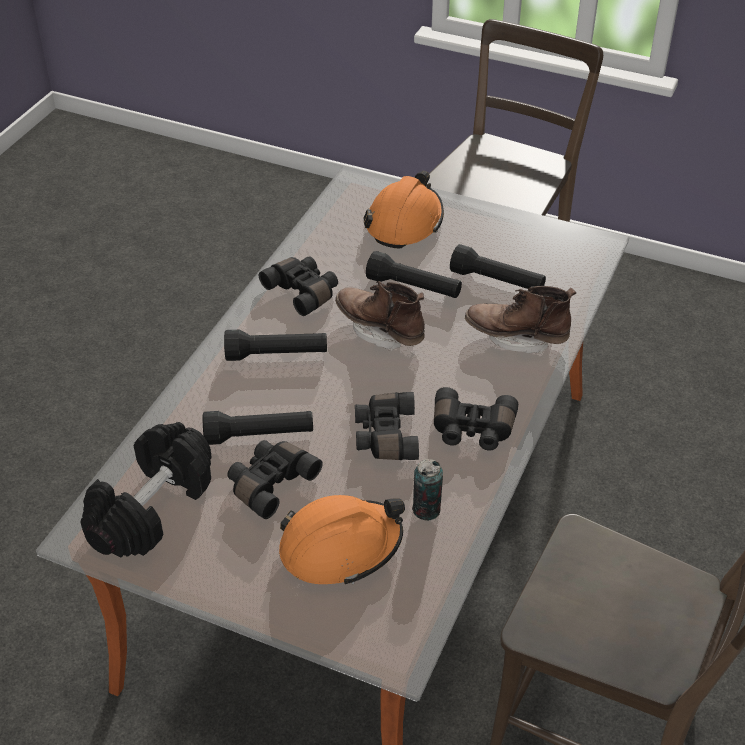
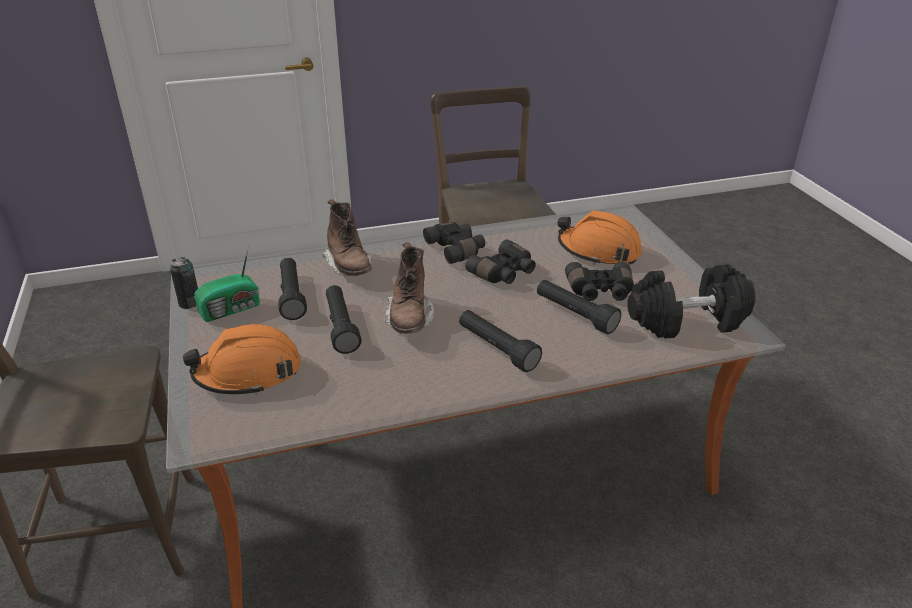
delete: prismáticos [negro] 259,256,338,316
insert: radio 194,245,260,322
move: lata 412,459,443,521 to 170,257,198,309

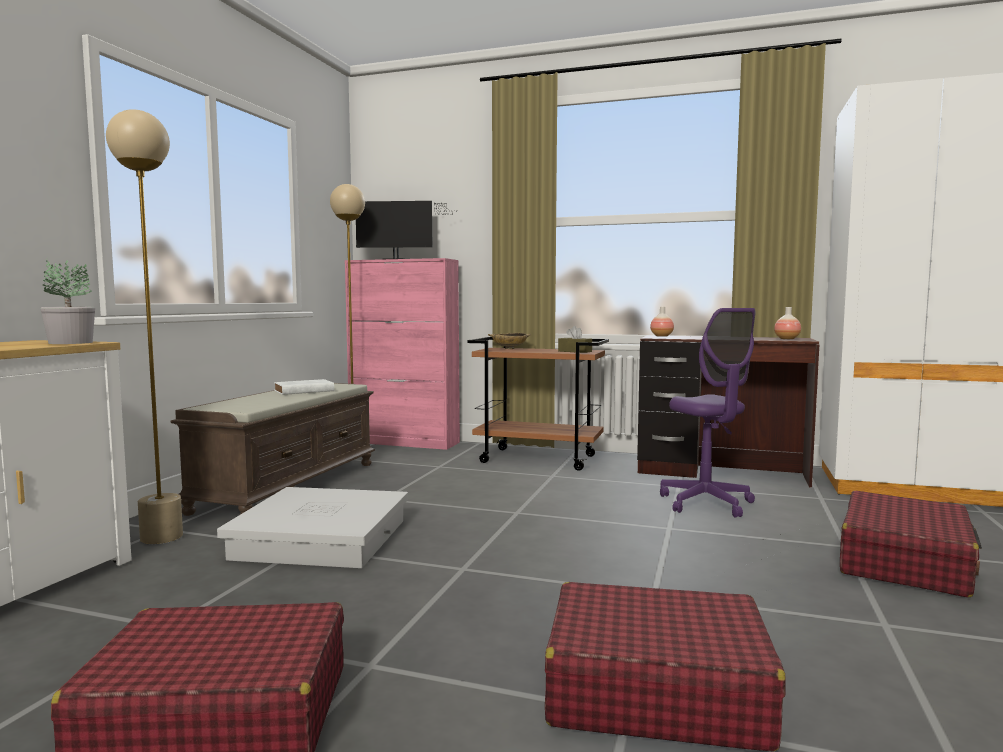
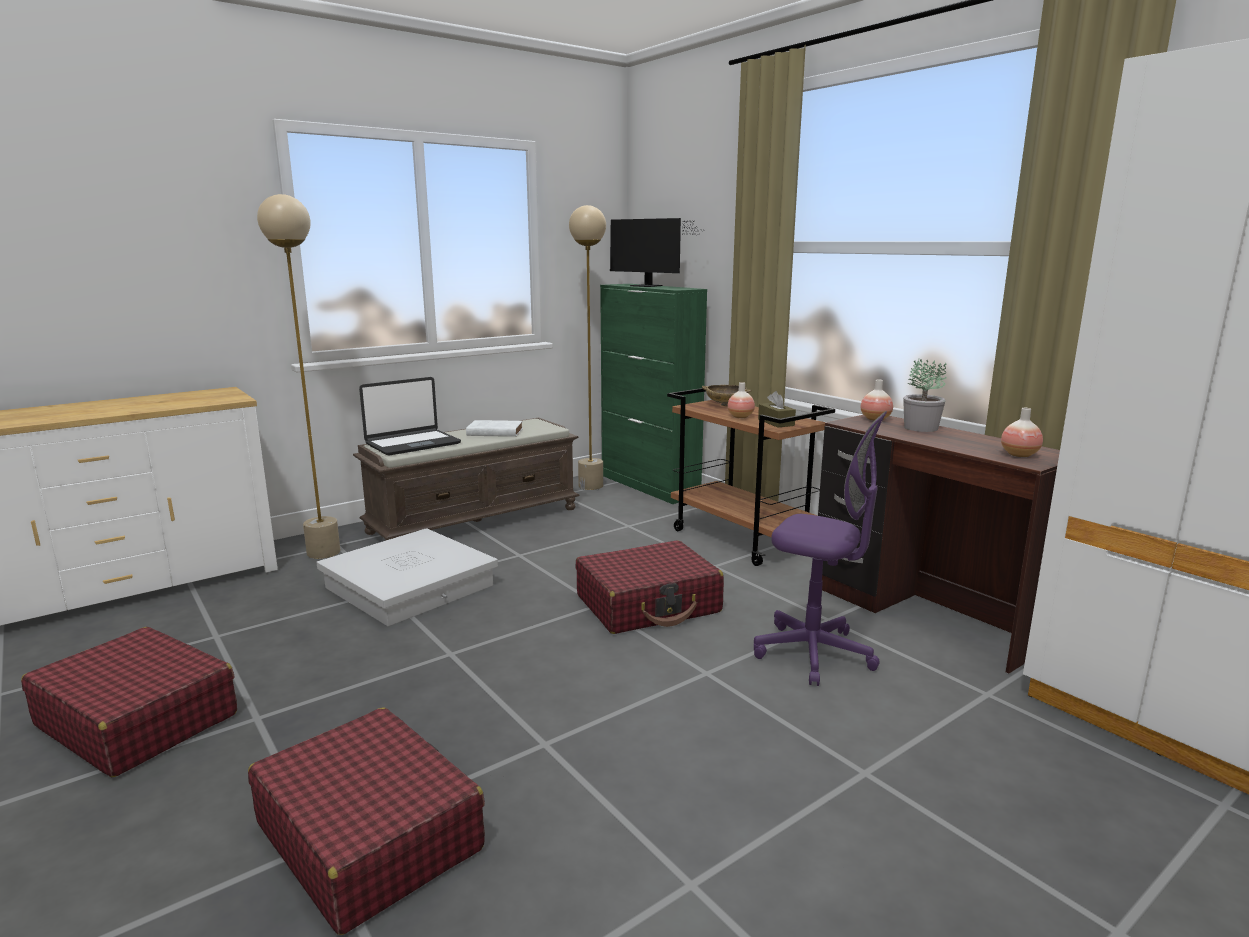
insert: portátil 359,377,461,456; florero 727,382,755,418
move: planta en maceta 40,258,95,344 to 903,358,947,432; maleta [rojo] 840,491,982,597 to 576,540,724,634
recolor: armario [rosa] 345,258,460,450 to armario [verde] 600,284,707,504
rotate: silla de oficina [morado] 660,308,756,518 = 754,411,887,686 75 degrees counterclockwise

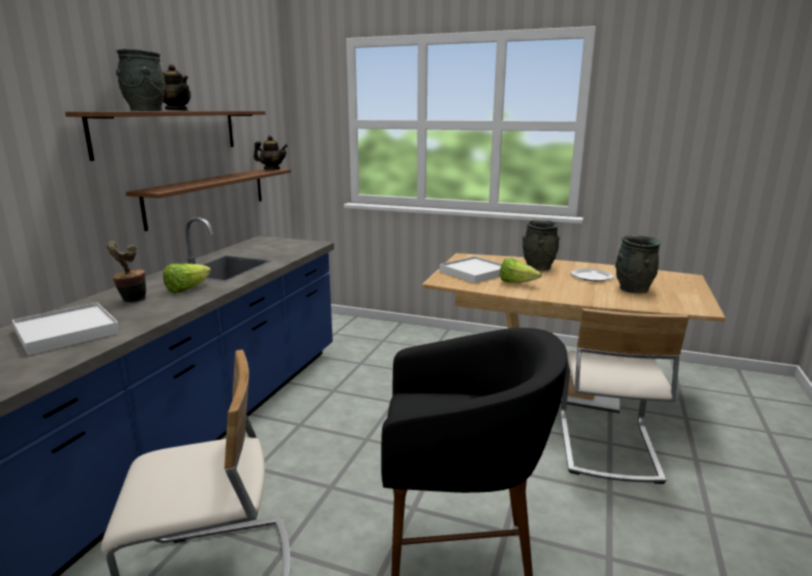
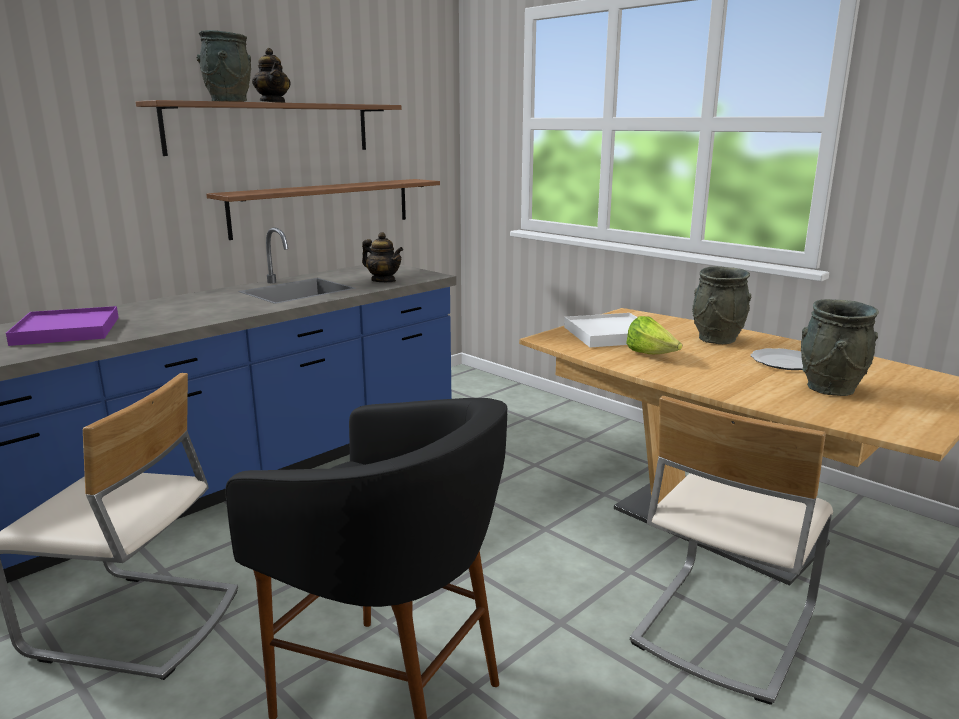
delete: planta en maceta 106,241,146,302; lechuga 163,264,211,293
move: tetera 254,135,288,170 to 362,232,403,282
recolor: bandeja [blanco] 12,302,120,356 to bandeja [morado] 6,306,119,346

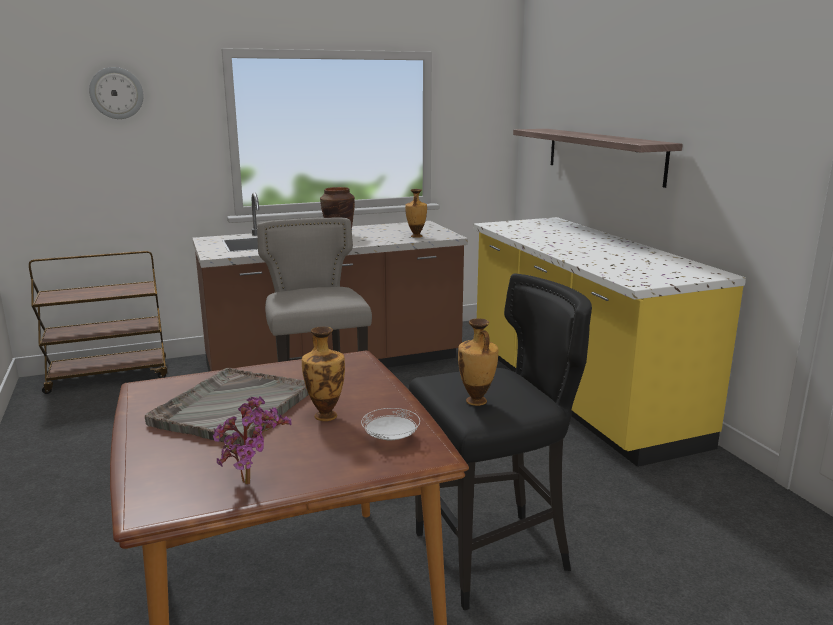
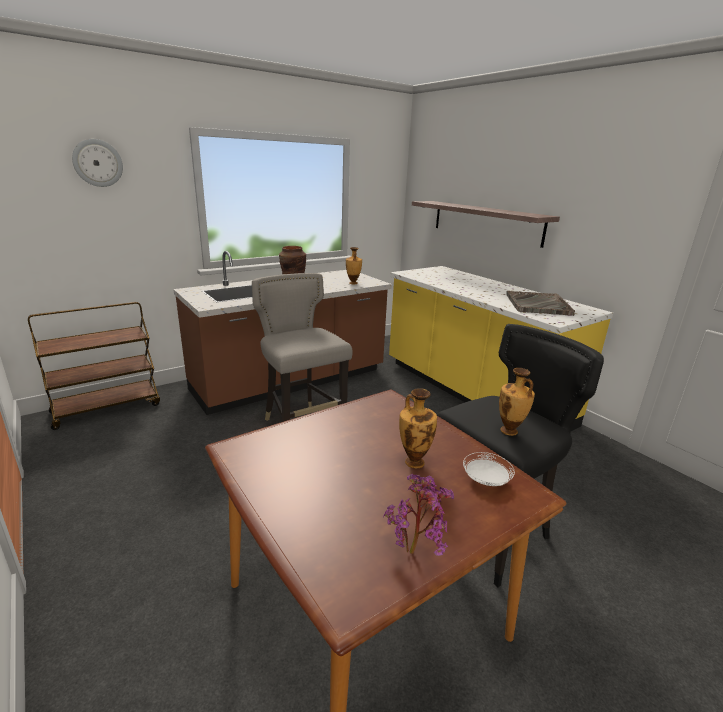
move: bandeja [gris] 145,368,309,446 to 506,291,575,316

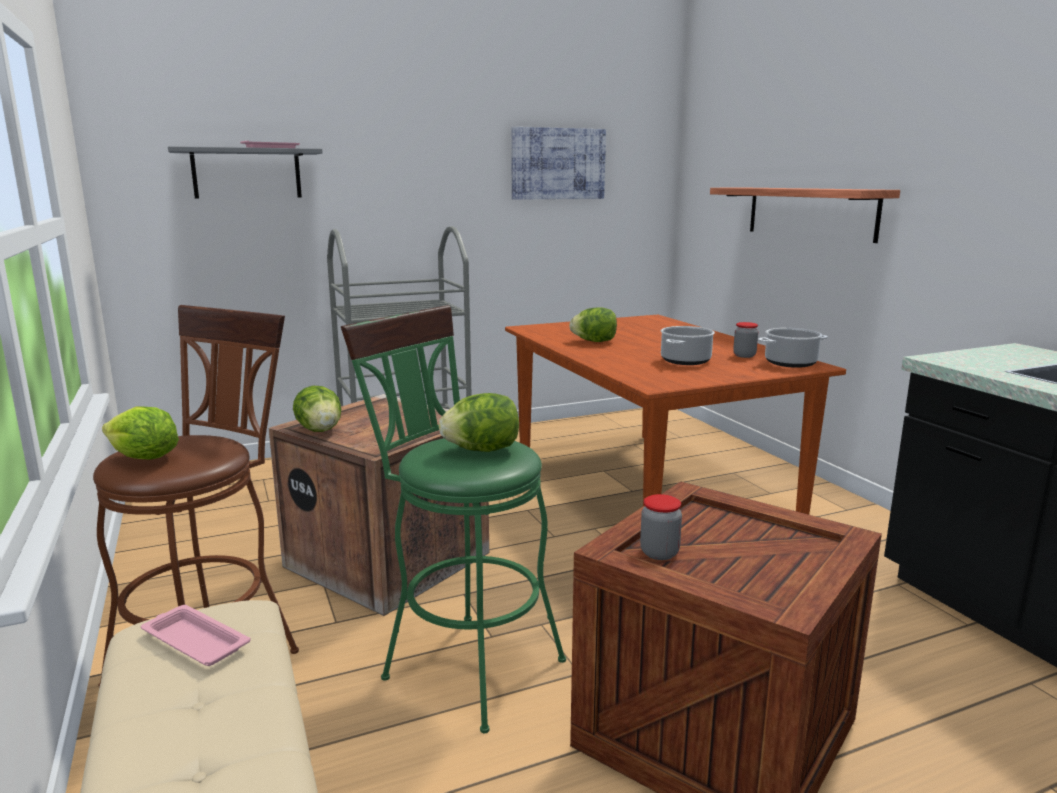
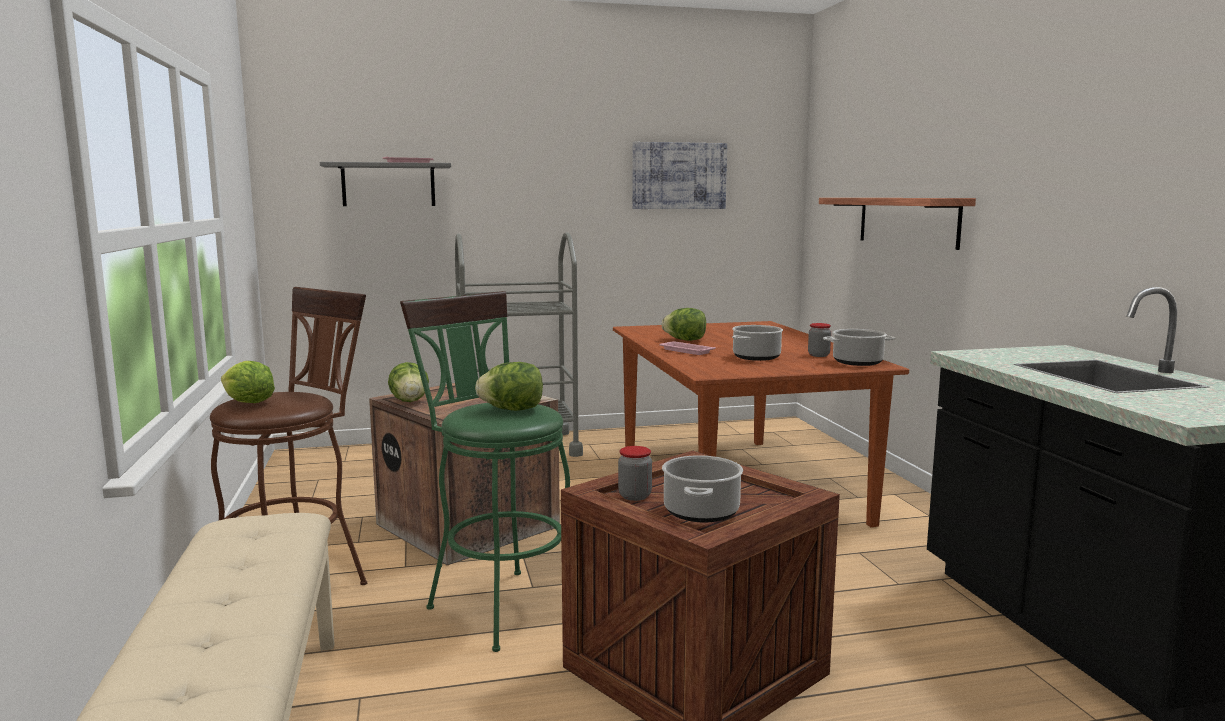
insert: olla 662,455,743,523
move: bandeja [rosa] 141,605,251,666 to 659,341,716,355

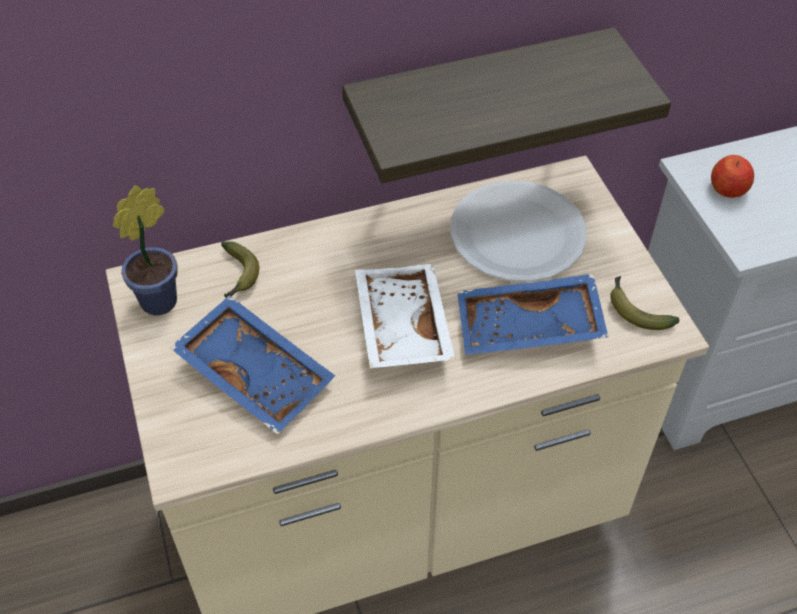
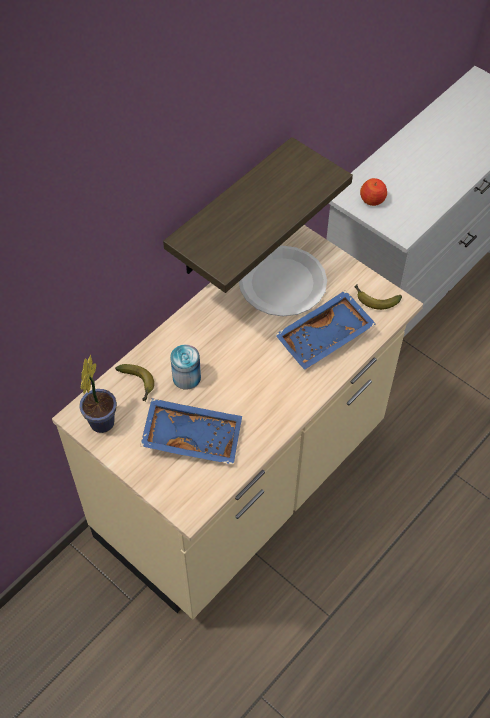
delete: bandeja [blanco] 355,264,456,368
insert: lata 170,344,201,390

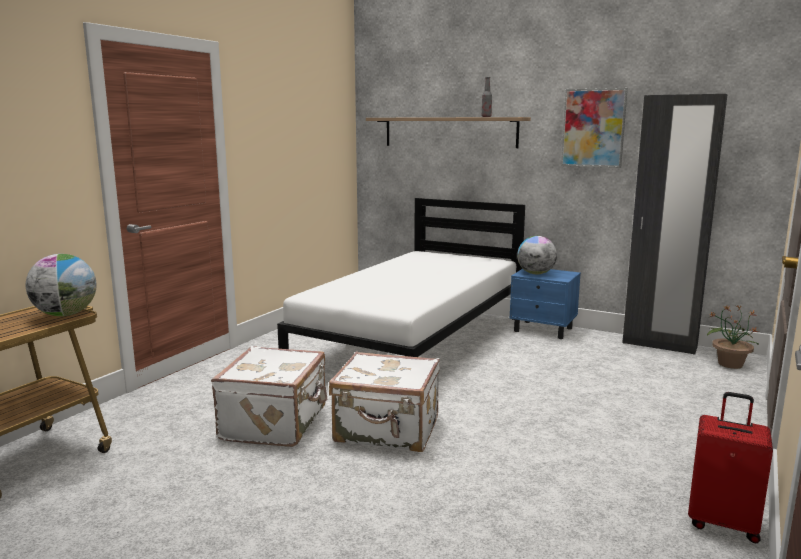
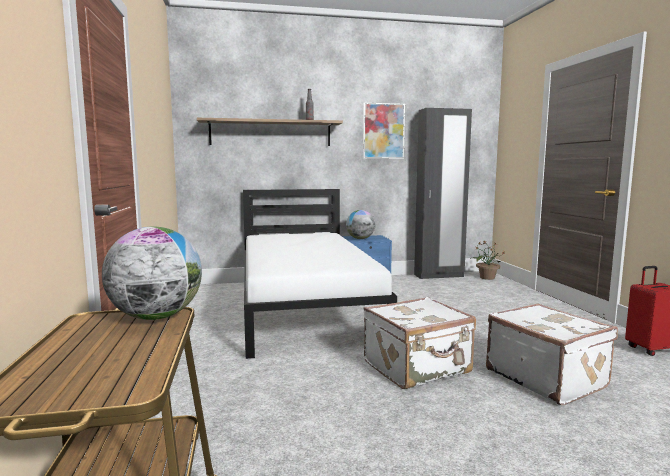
move: maleta [blanco] 211,346,327,447 to 486,303,618,405

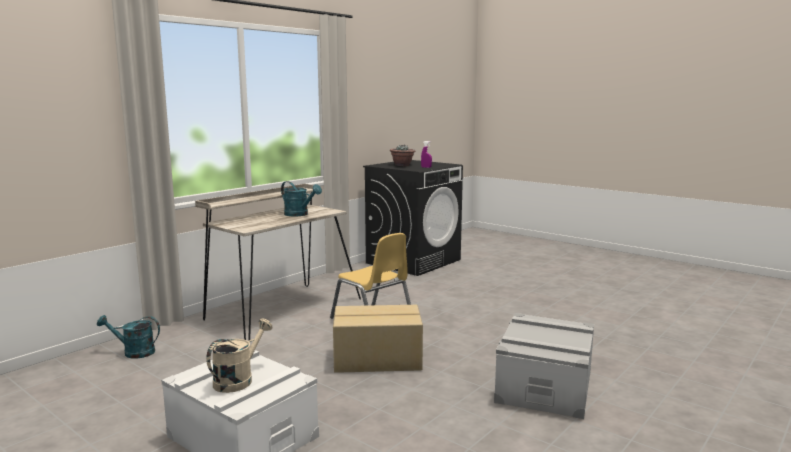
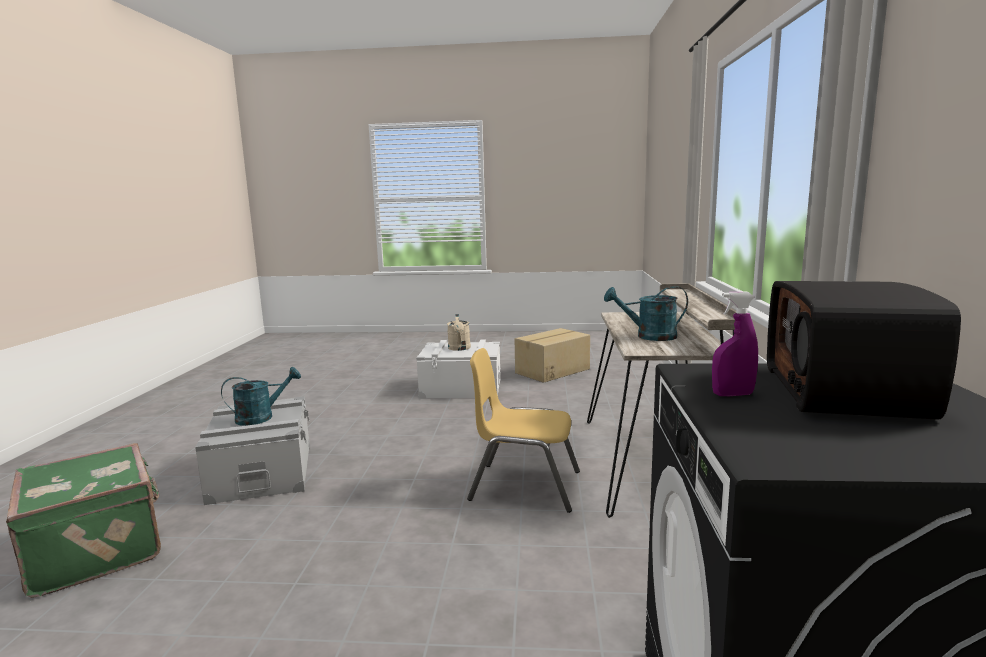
insert: maleta [verde] 6,443,161,598
move: caja de cartón 333,305,423,373 to 515,328,590,383; regadera [turquesa] 97,315,160,359 to 221,367,301,426
replace: planta en maceta 390,145,415,166 to radio 767,281,961,420

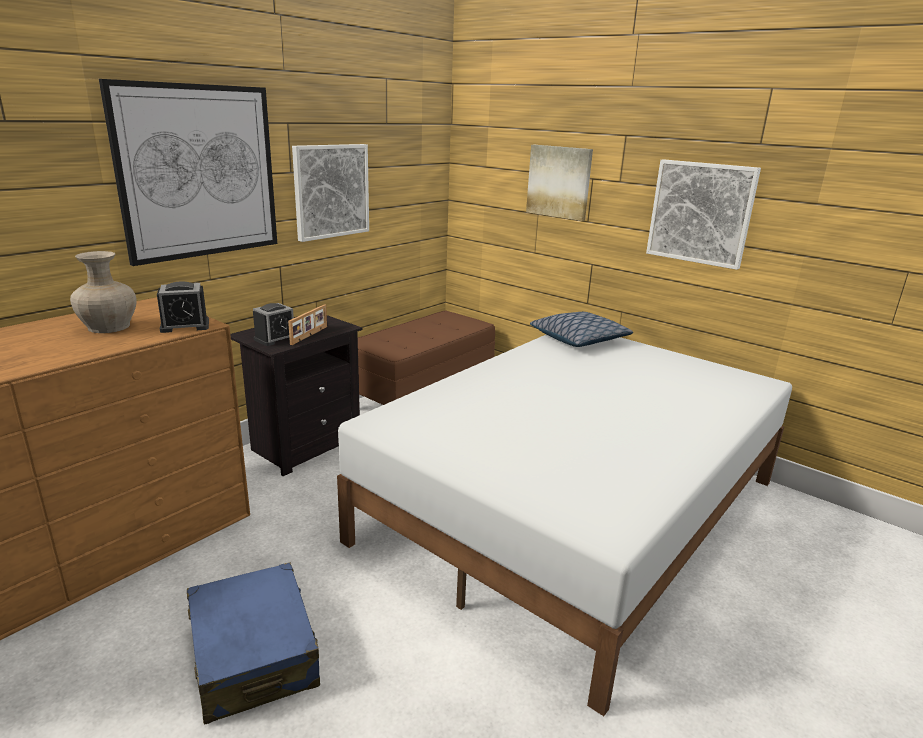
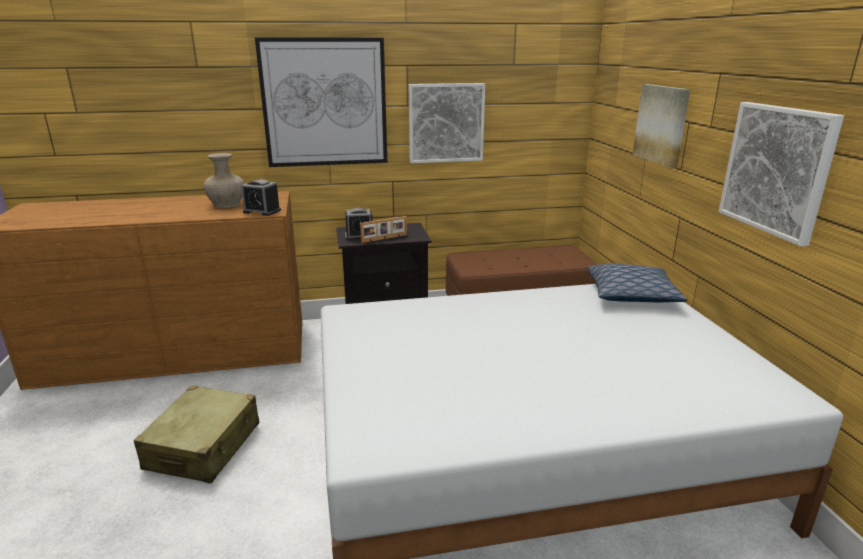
recolor: maleta [azul] 187,562,320,725 to maleta [beis] 134,385,259,483

